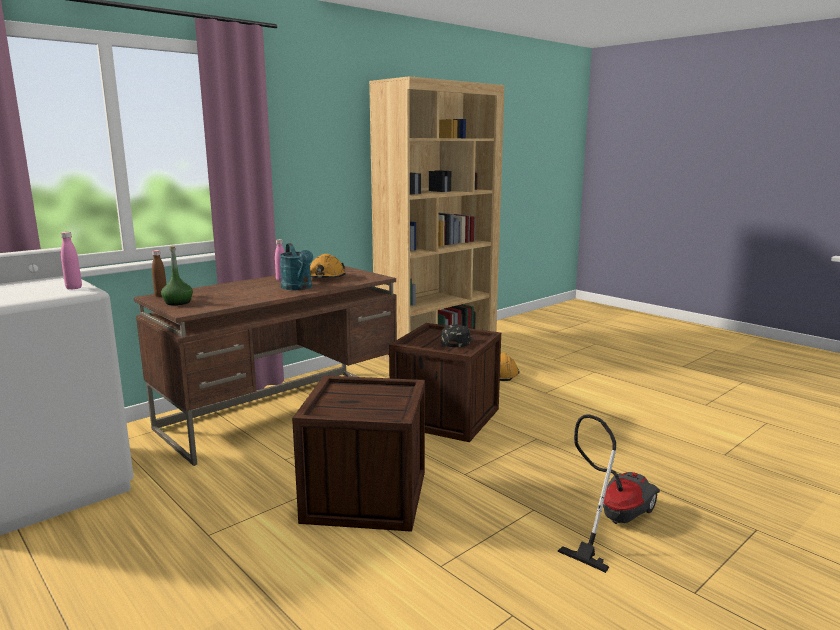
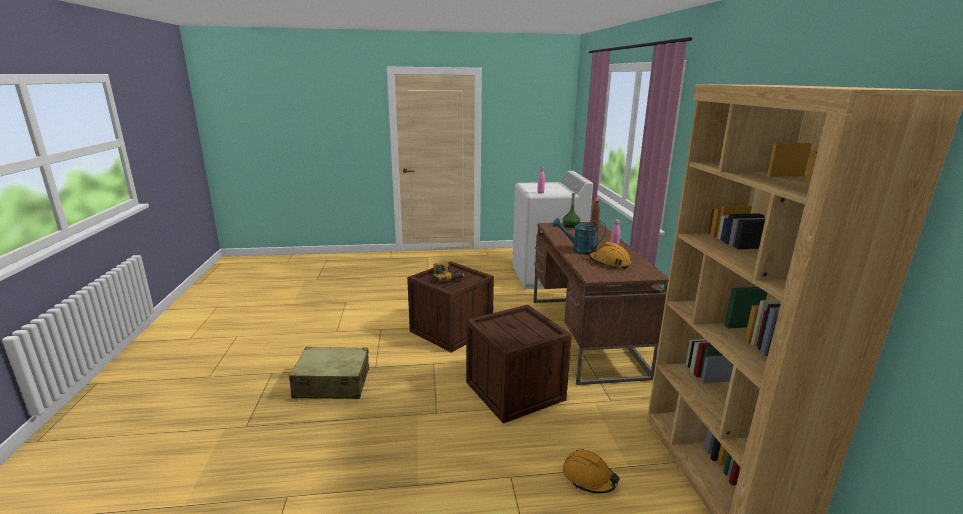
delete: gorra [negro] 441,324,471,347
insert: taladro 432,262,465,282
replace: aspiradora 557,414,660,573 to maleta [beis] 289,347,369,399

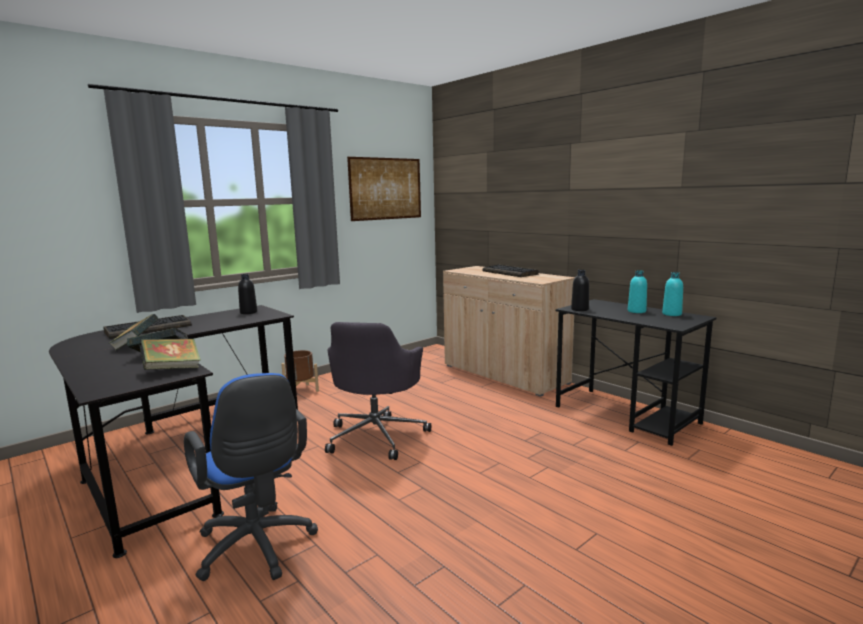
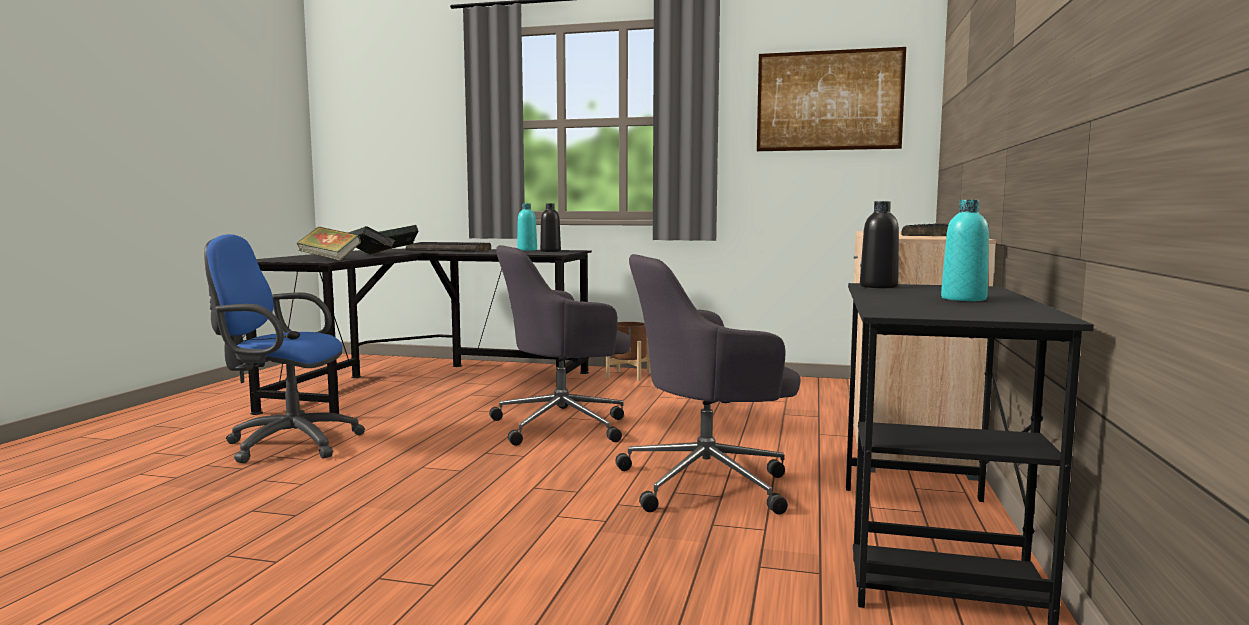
insert: silla de oficina [gris] 615,254,801,515
move: botella [turquesa] 662,272,683,316 to 517,204,537,251
rotate: silla de oficina [azul] 184,373,318,581 = 204,234,365,463 75 degrees clockwise

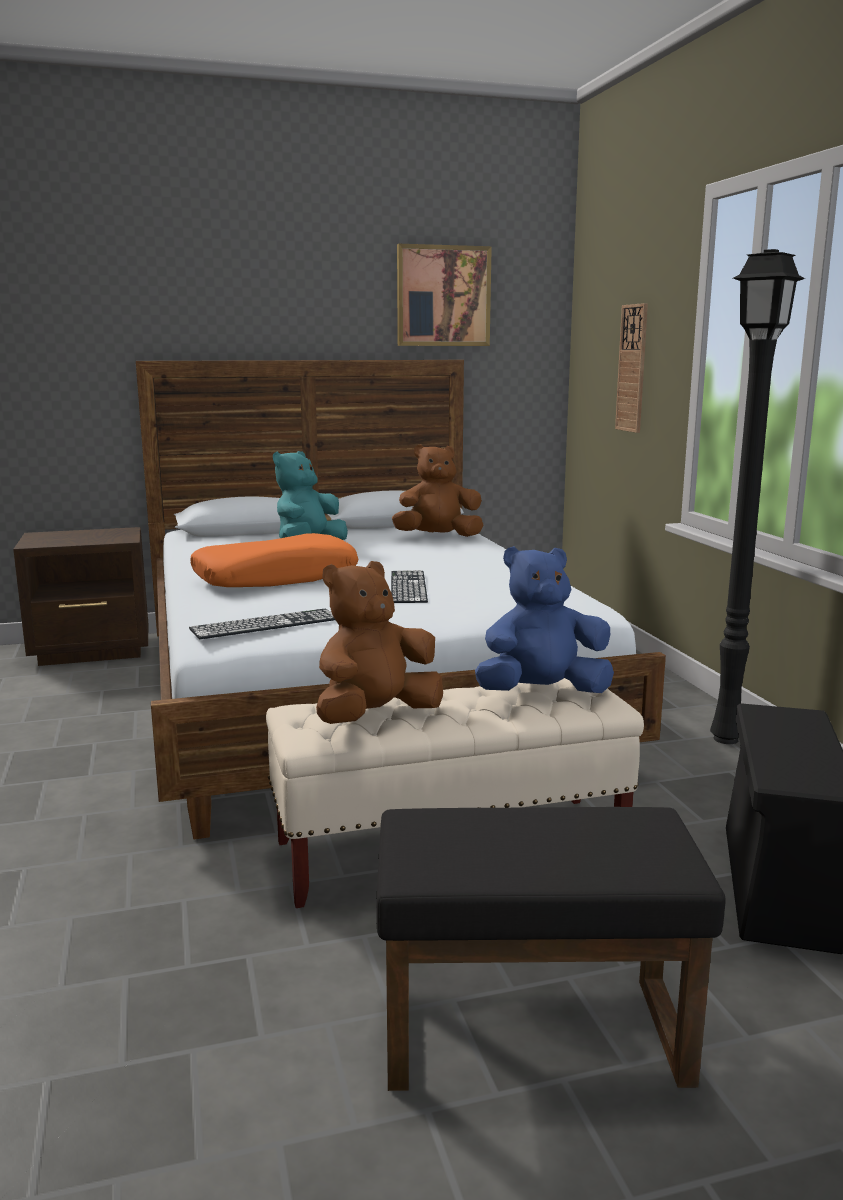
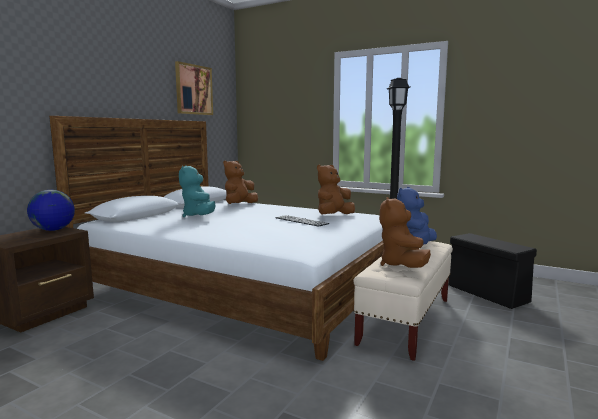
delete: reloj de pared 615,303,648,433; cojín [naranja] 190,533,358,587; teclado 189,609,335,639; puf [negro] 376,807,725,1091
insert: peluche [marrón] 317,165,355,214; globo terráqueo 27,190,75,231

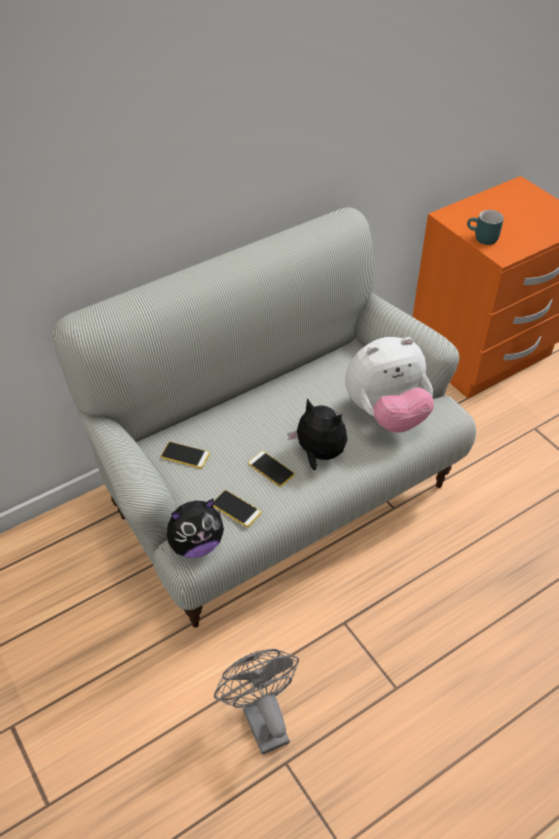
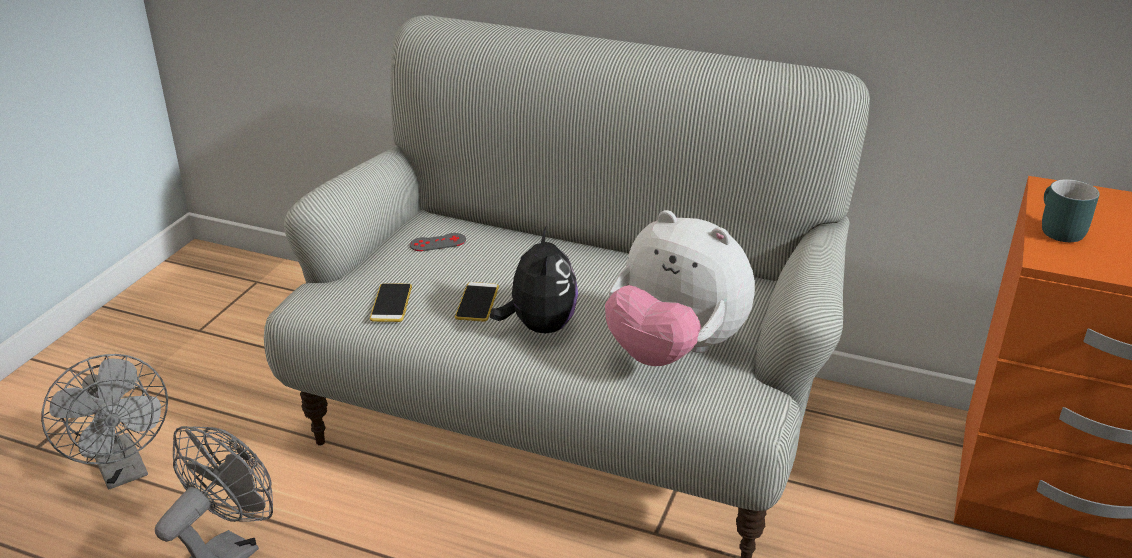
delete: peluche 167,498,224,558
insert: ventilador [gris] 41,354,168,489
replace: móvil 161,442,210,468 to mando de consola [gris] 410,233,466,251

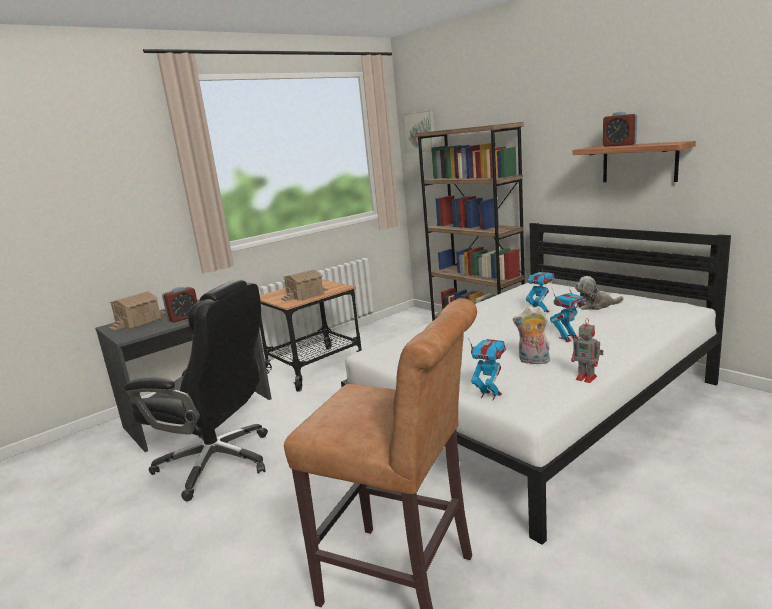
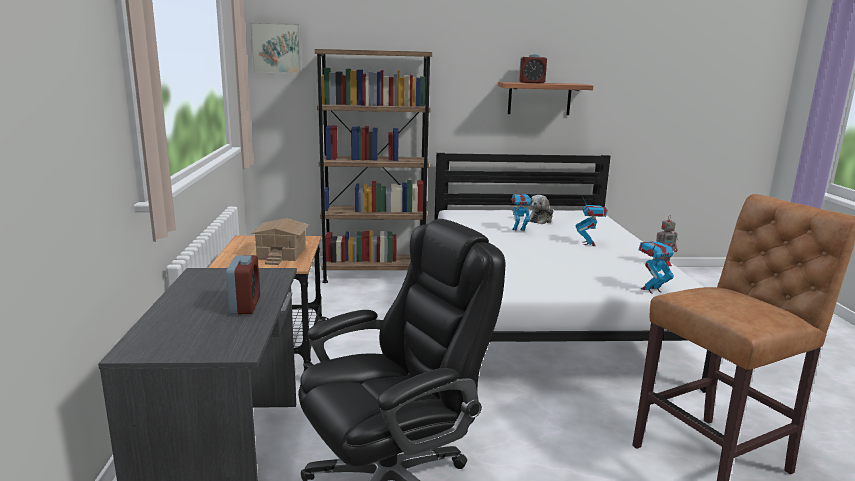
delete: casita 109,291,166,331; peluche 513,306,550,364

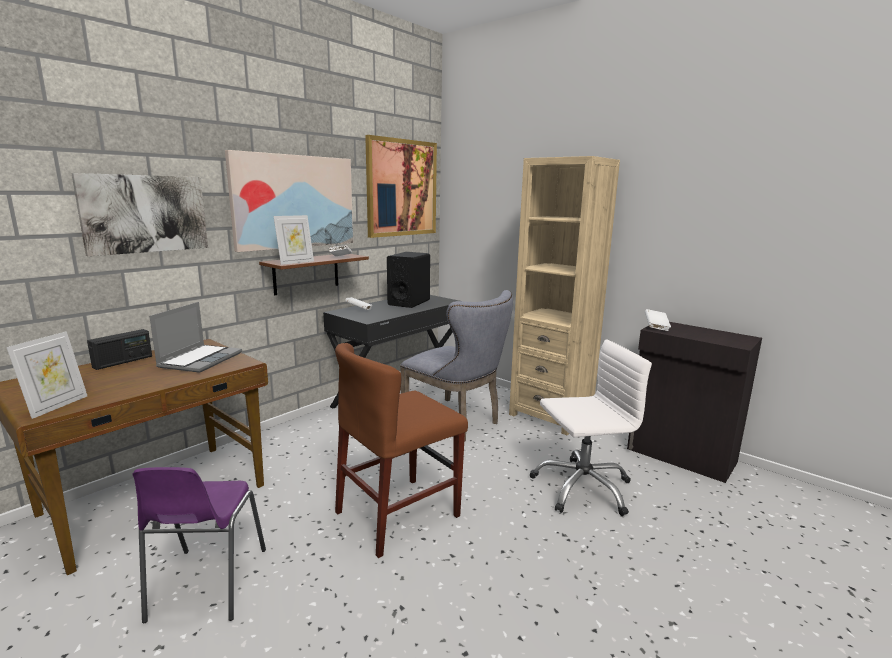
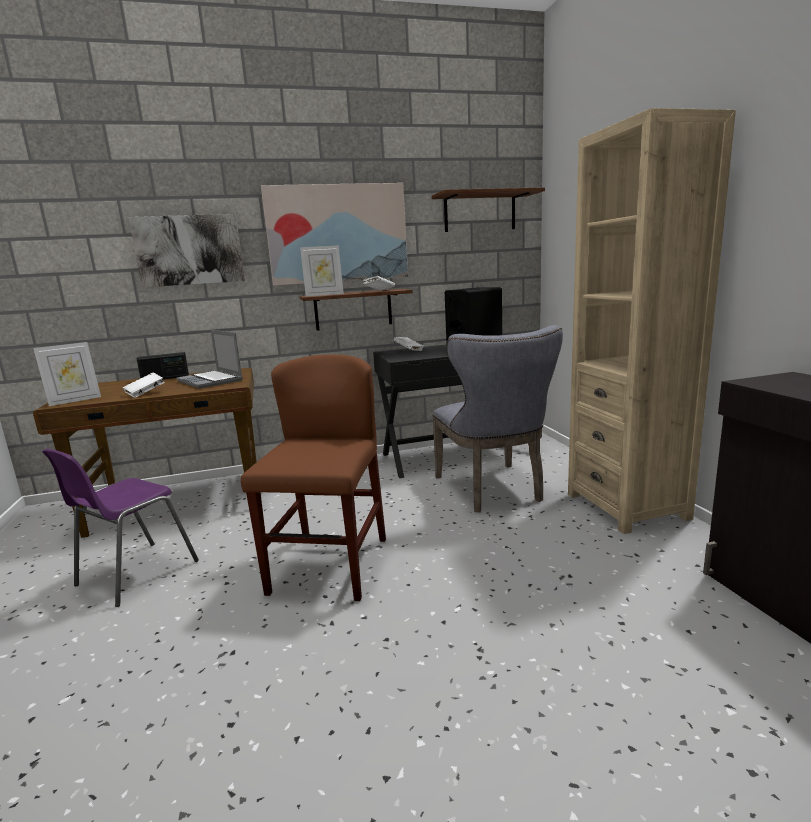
delete: silla de oficina [blanco] 529,340,652,516
move: libro [blanco] 645,309,671,331 to 123,373,165,398
replace: cuadro 365,135,437,238 to estante [marrón] 431,187,545,232
rotate: portátil 149,302,242,373 = 176,330,243,389 90 degrees clockwise; silla [marrón] 335,343,468,558 = 241,354,386,601 105 degrees clockwise

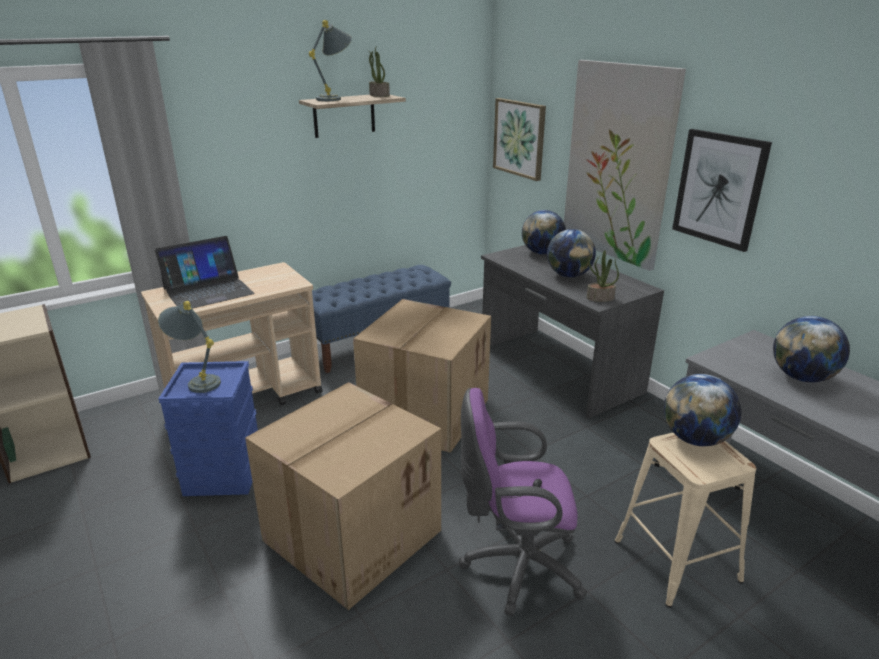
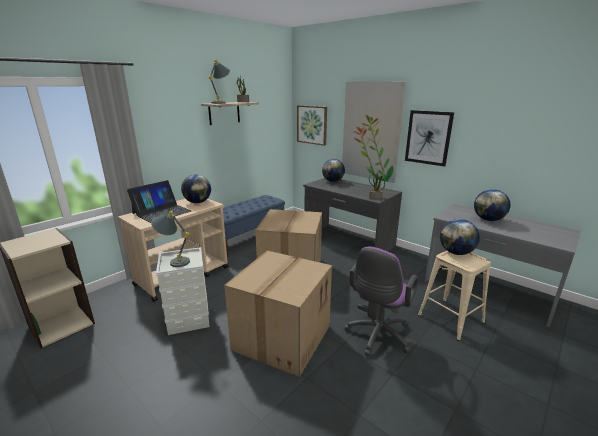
move: globo terráqueo 547,229,596,277 to 181,175,211,203
recolor: caja de almacenaje [azul] 158,361,258,496 to caja de almacenaje [gris] 156,247,210,335
rotate: silla de oficina [morado] 459,388,587,616 = 344,247,418,356 45 degrees counterclockwise

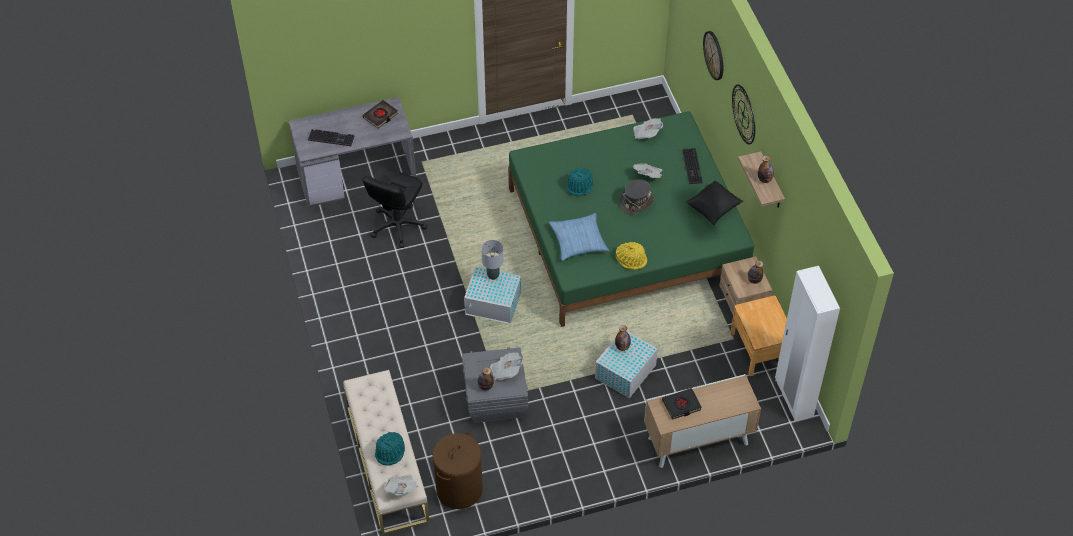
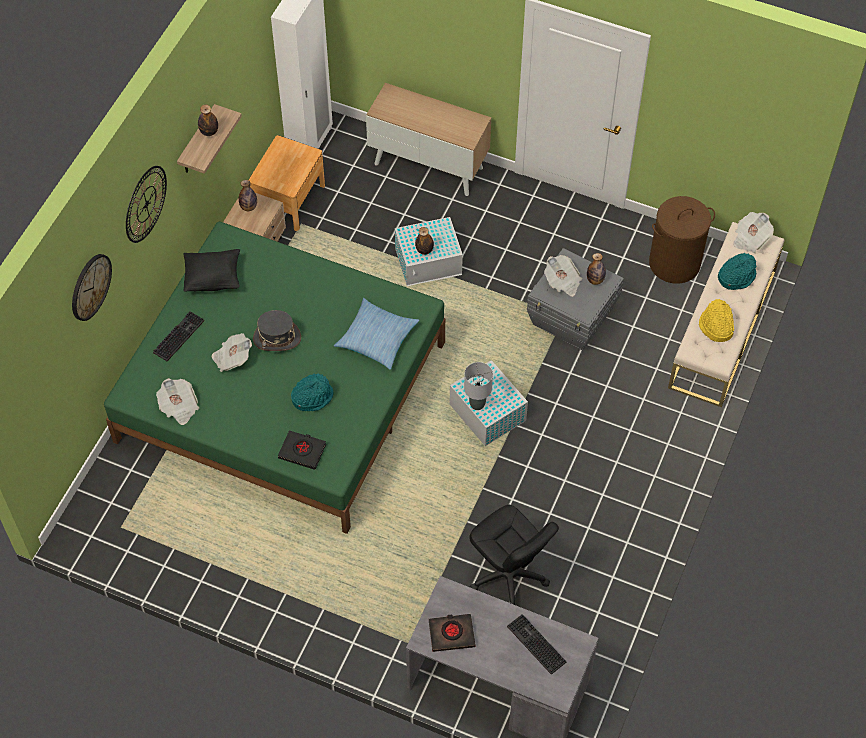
move: sombrero [amarillo] 616,242,647,270 to 699,299,734,342; libro [negro] 662,388,702,420 to 278,431,326,470
rotate: silla de oficina [negro] 362,169,427,248 = 470,505,559,605 75 degrees clockwise

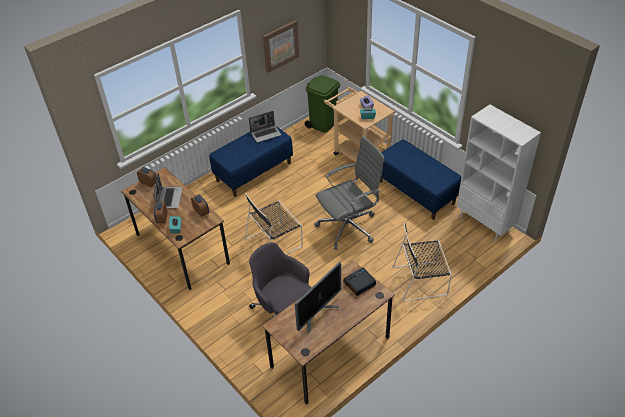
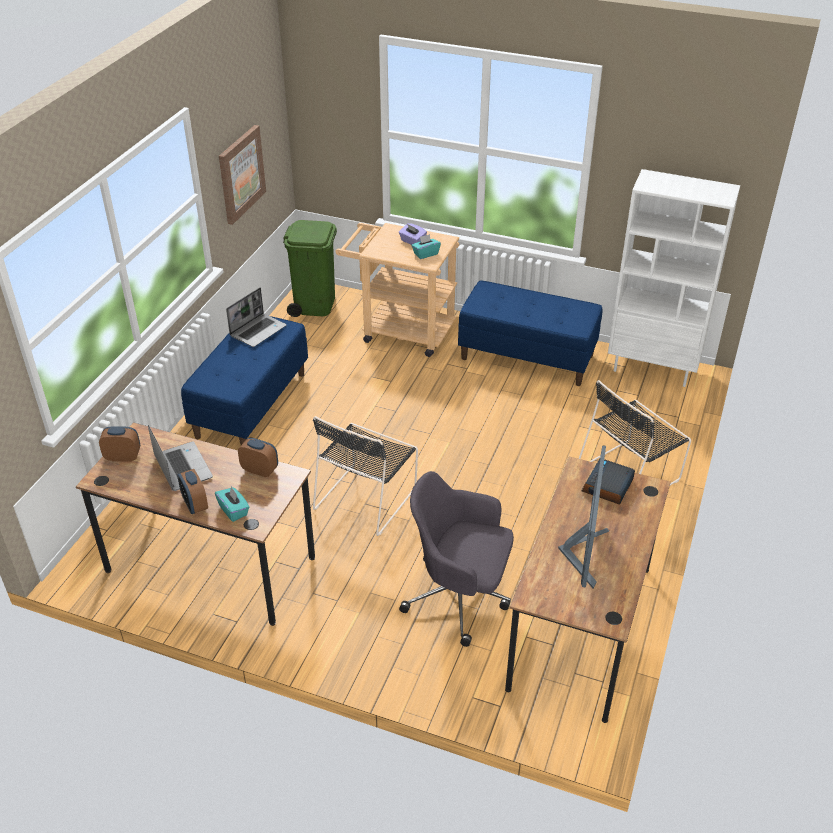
delete: silla de oficina [gris] 314,136,385,250

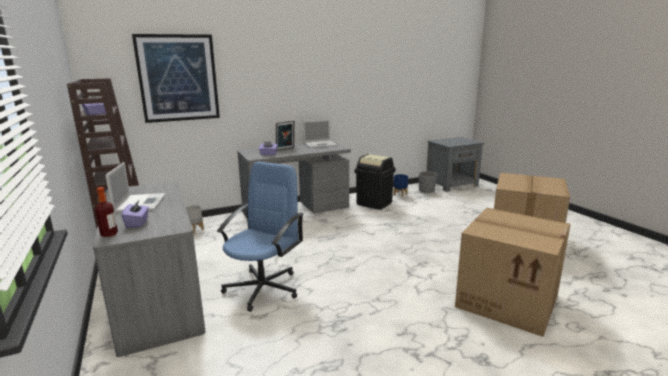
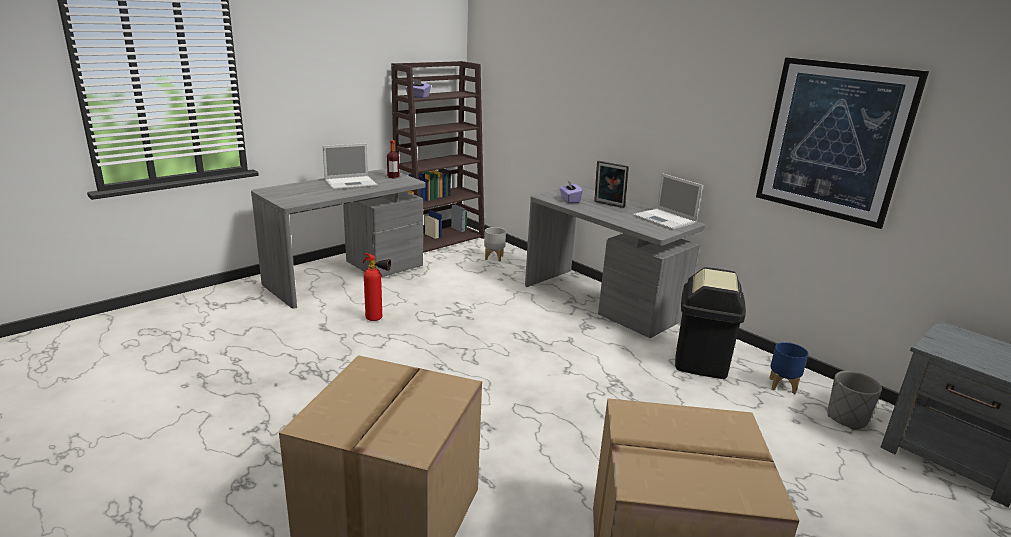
delete: caja de pañuelos [morado] 121,199,149,228
move: cuadro 132,34,220,123 to 756,57,929,229; botella 95,187,118,237 to 387,140,399,179
replace: silla de oficina [azul] 217,162,303,312 to extintor 363,253,391,321

